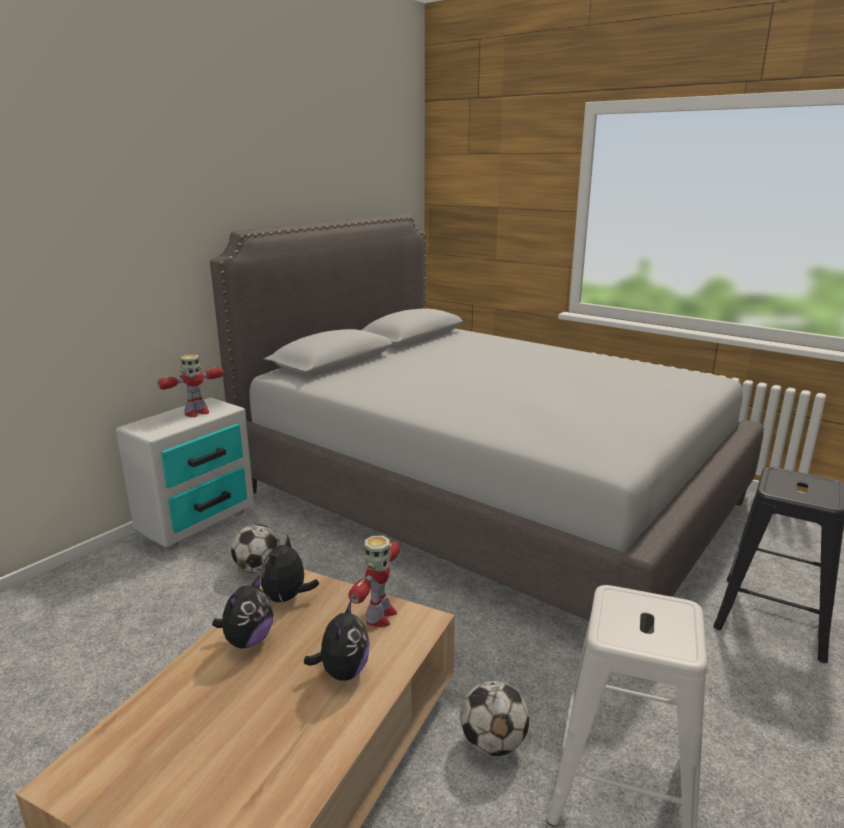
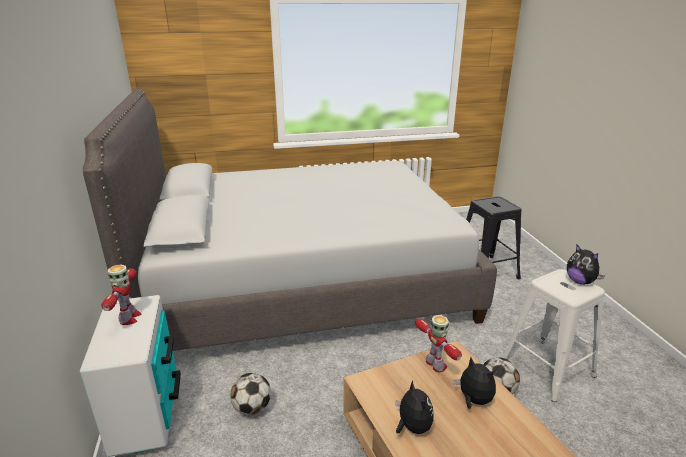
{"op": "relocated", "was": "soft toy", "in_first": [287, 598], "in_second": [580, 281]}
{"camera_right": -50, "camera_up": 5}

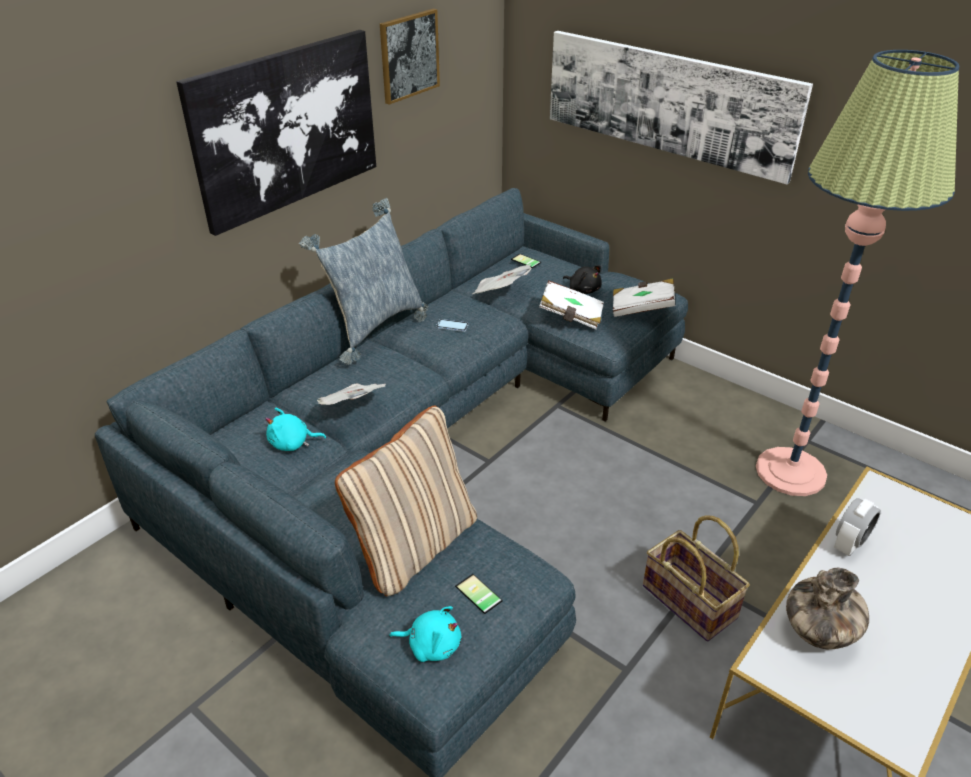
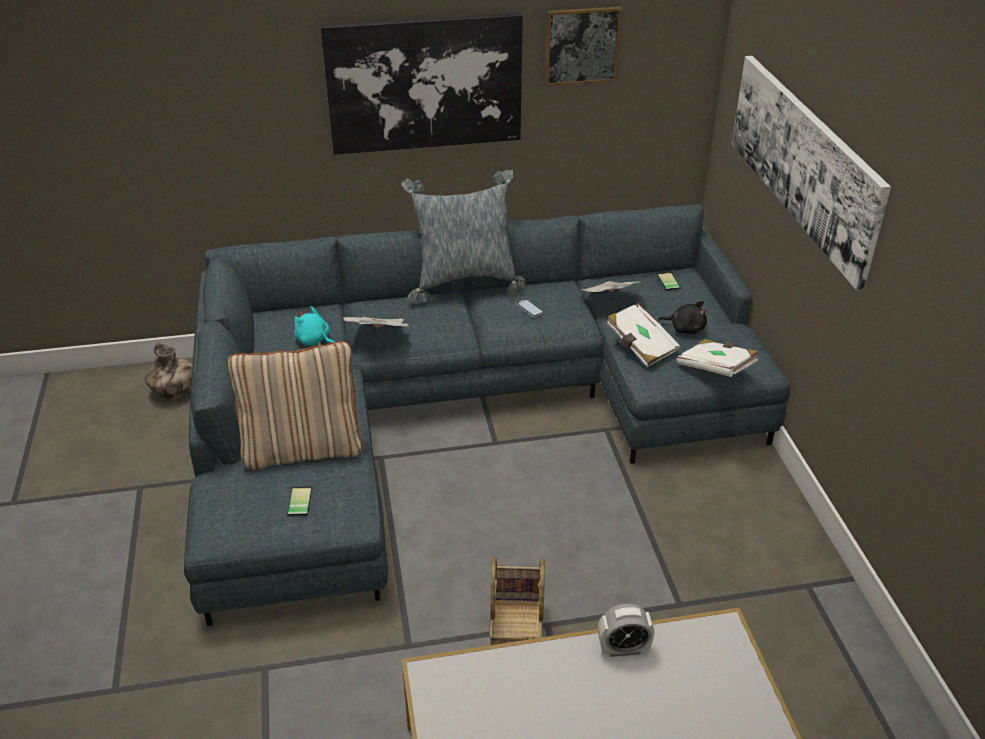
{"op": "missing", "was": "turquoise-coloured soft toy", "in_first": [431, 645]}
{"op": "missing", "was": "standing lamp", "in_first": [790, 472]}
{"op": "relocated", "was": "decorative vase", "in_first": [819, 634], "in_second": [174, 393]}
{"op": "spun", "was": "black soft toy", "in_first": [583, 290], "in_second": [685, 328], "clockwise": -60}
{"camera_right": 40, "camera_up": 0}

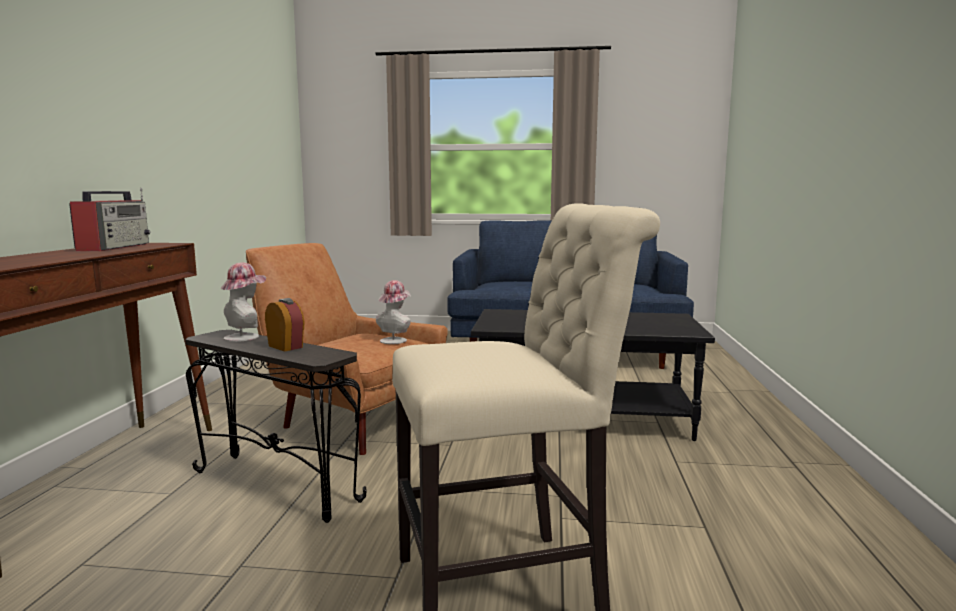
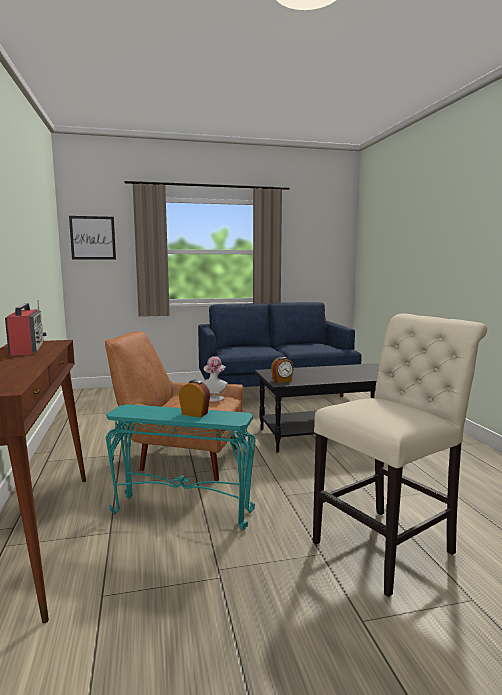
{"op": "missing", "was": "clothing hat", "in_first": [246, 336]}
{"op": "appeared", "now": "wall art", "in_second": [93, 238]}
{"op": "appeared", "now": "bedside clock", "in_second": [282, 381]}
{"op": "colour", "was": "black accent table", "now": "turquoise-coloured accent table", "in_first": [276, 486], "in_second": [182, 513]}
{"camera_right": -20, "camera_up": 0}

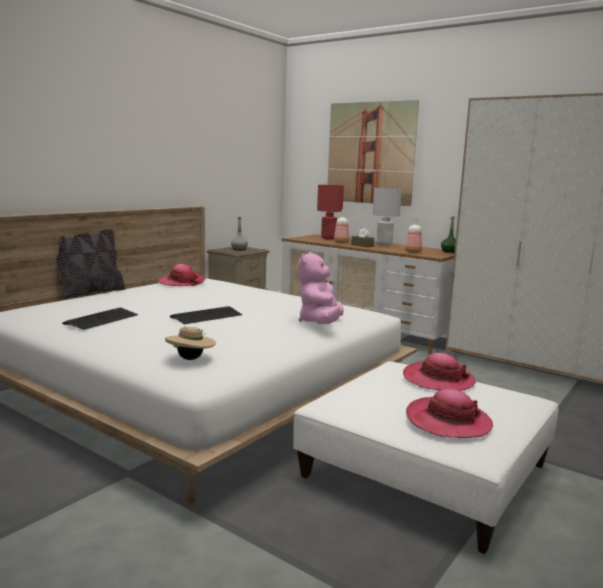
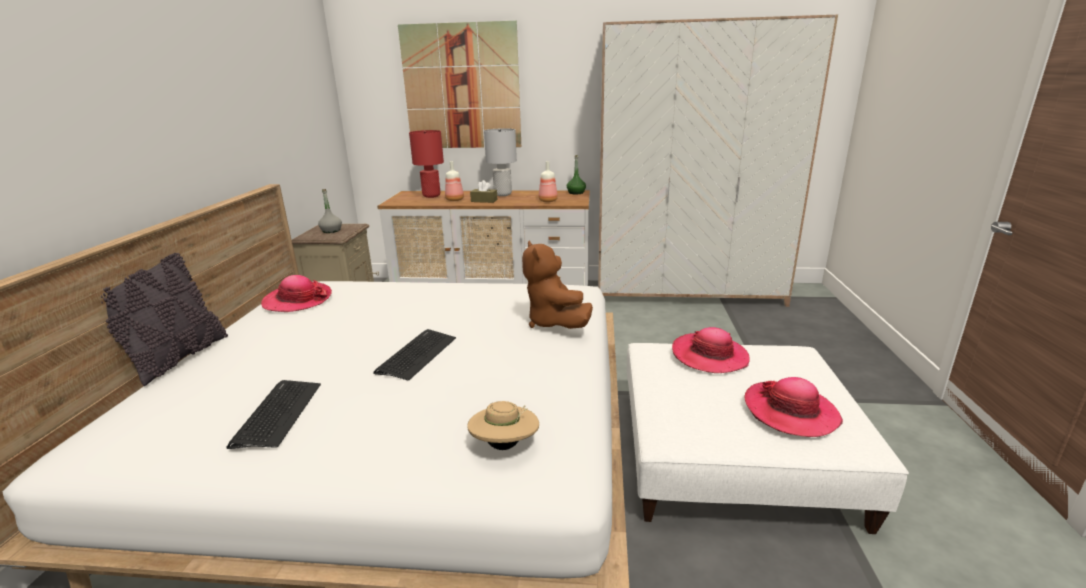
{"op": "colour", "was": "pinkish soft toy", "now": "brownish soft toy", "in_first": [320, 323], "in_second": [554, 323]}
{"camera_right": -30, "camera_up": 10}

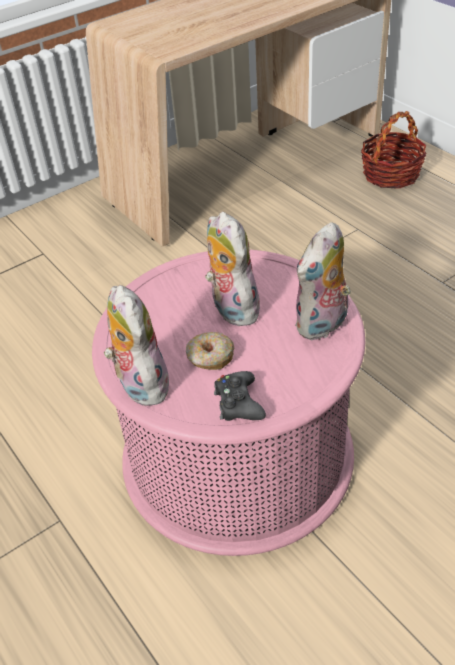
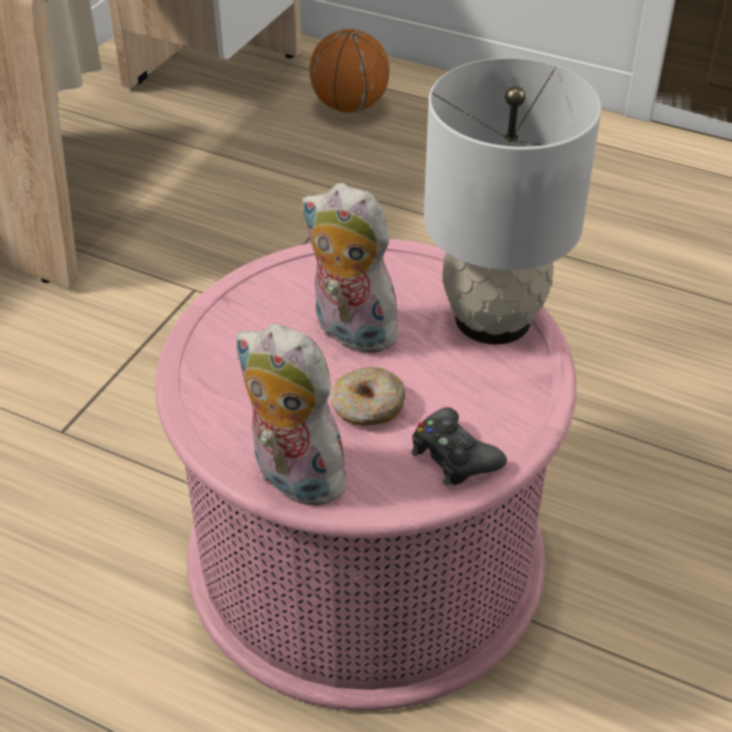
{"op": "exchanged", "was": "soft toy", "now": "white-coloured lamp for a table", "in_first": [323, 325], "in_second": [492, 318]}
{"op": "exchanged", "was": "basket", "now": "basketball", "in_first": [391, 174], "in_second": [350, 106]}
{"camera_right": -30, "camera_up": 0}

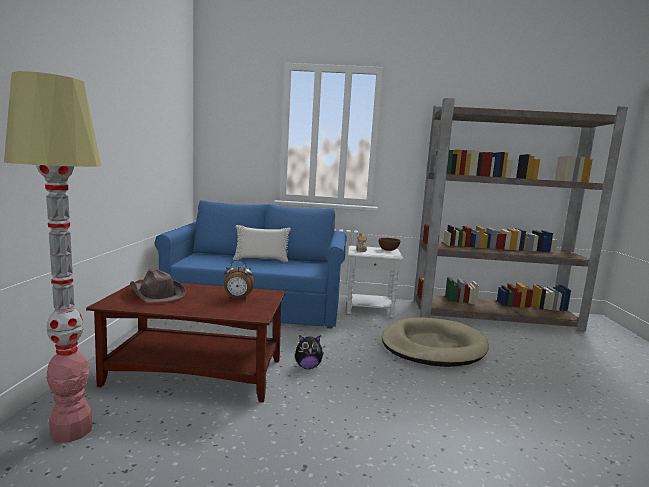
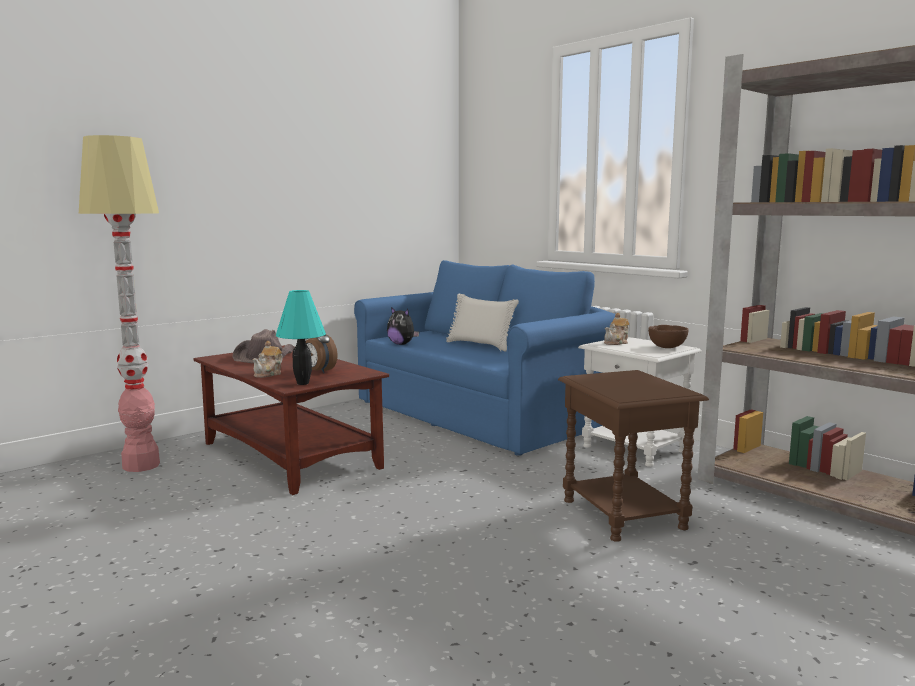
{"op": "appeared", "now": "pot for tea", "in_second": [269, 374]}
{"op": "appeared", "now": "turquoise-coloured lamp for a table", "in_second": [302, 383]}
{"op": "relocated", "was": "soft toy", "in_first": [308, 367], "in_second": [402, 344]}
{"op": "exchanged", "was": "sand-coloured dog bed", "now": "brownish accent table", "in_first": [433, 346], "in_second": [621, 514]}
{"camera_right": 45, "camera_up": 0}

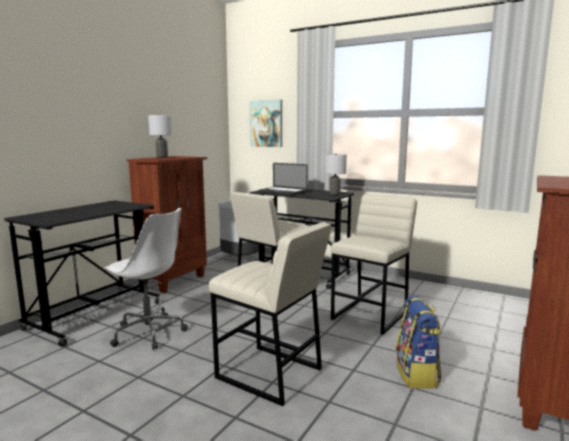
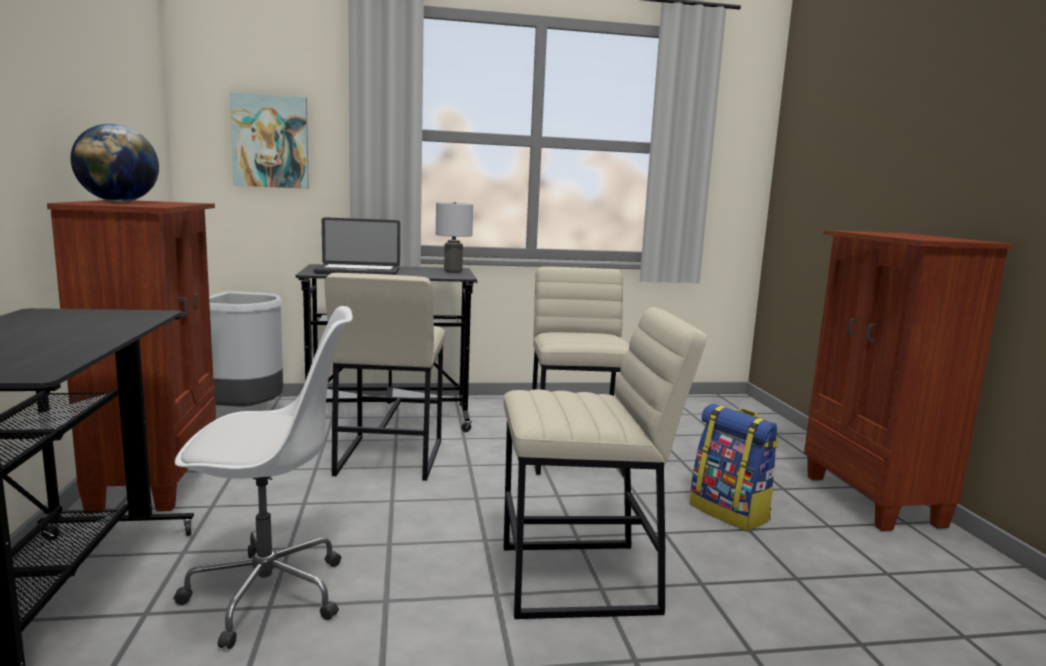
{"op": "exchanged", "was": "white-coloured lamp for a table", "now": "globe", "in_first": [162, 157], "in_second": [119, 202]}
{"camera_right": -40, "camera_up": 0}

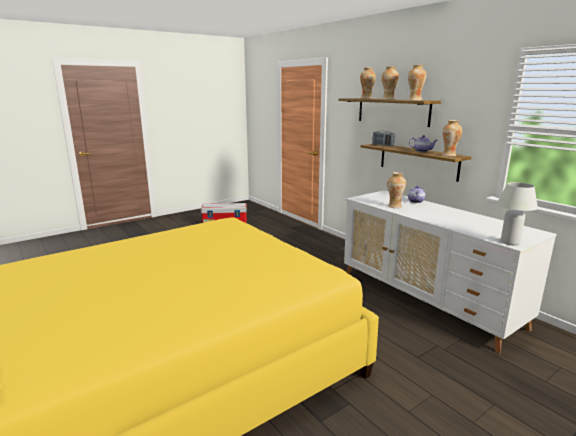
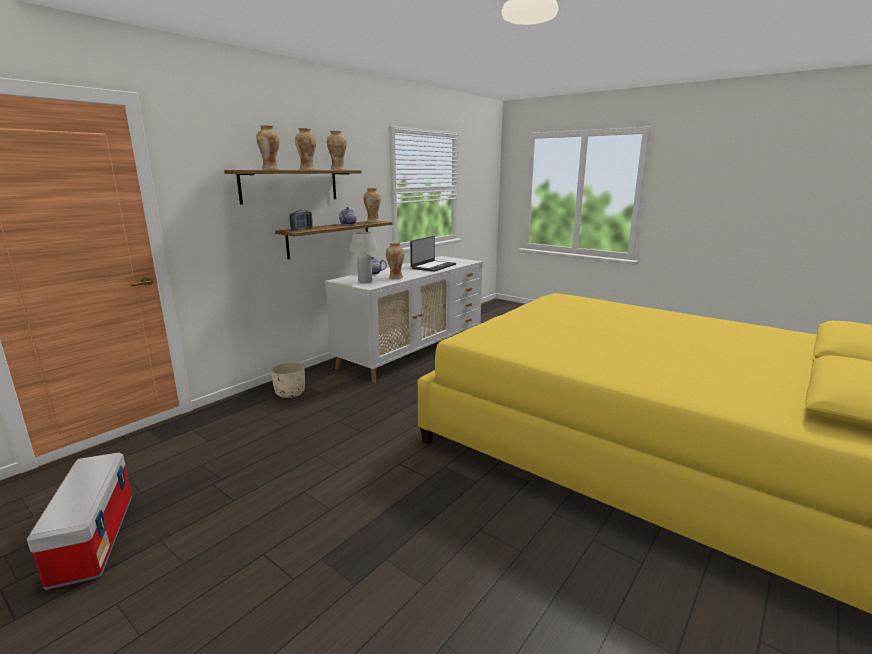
{"op": "appeared", "now": "sand-coloured flower pot", "in_second": [289, 393]}
{"op": "appeared", "now": "laptop", "in_second": [433, 266]}
{"op": "relocated", "was": "white-coloured lamp for a table", "in_first": [510, 242], "in_second": [365, 281]}
{"camera_right": -105, "camera_up": 0}

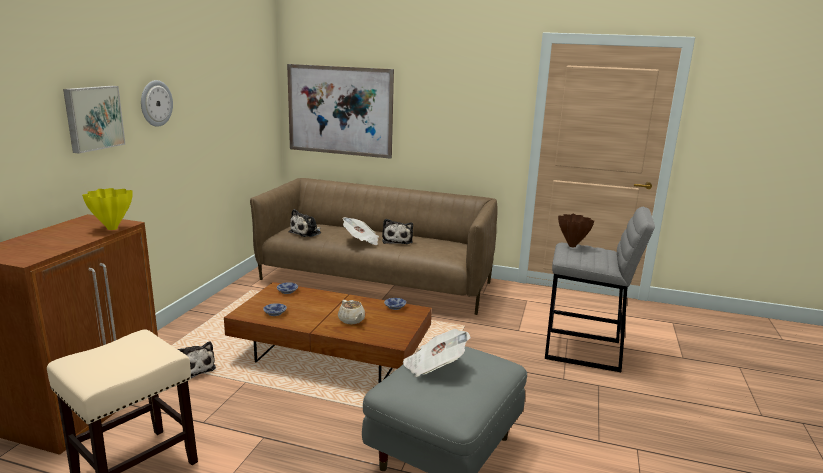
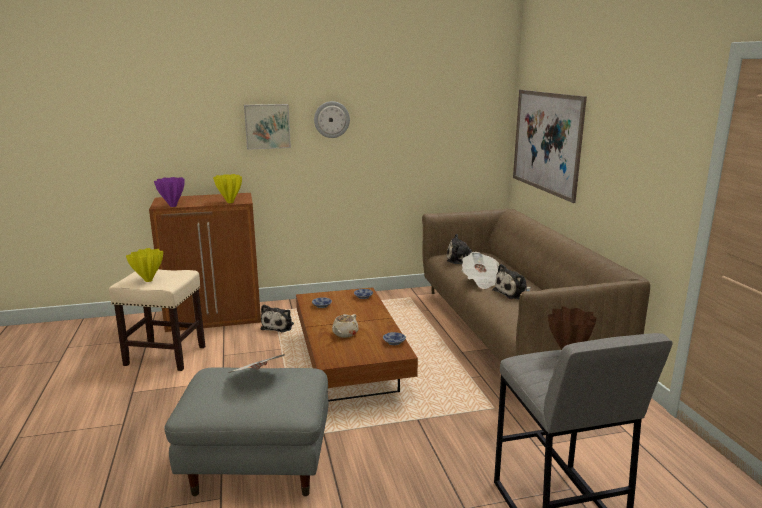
{"op": "appeared", "now": "yellow decorative vase", "in_second": [149, 280]}
{"op": "appeared", "now": "purple decorative vase", "in_second": [173, 206]}
{"camera_right": 60, "camera_up": 0}

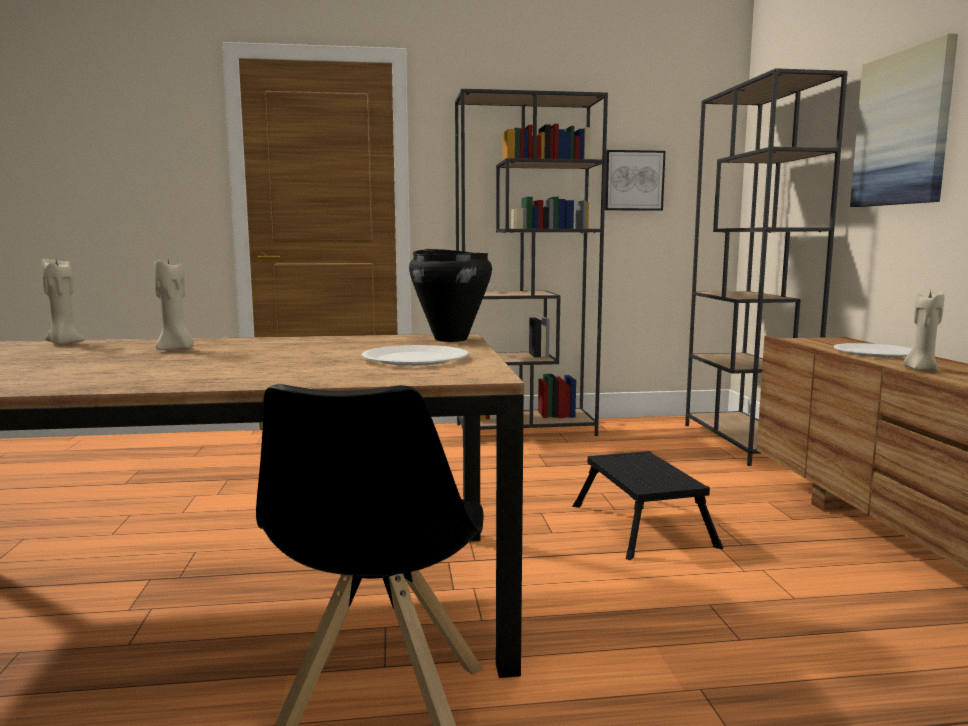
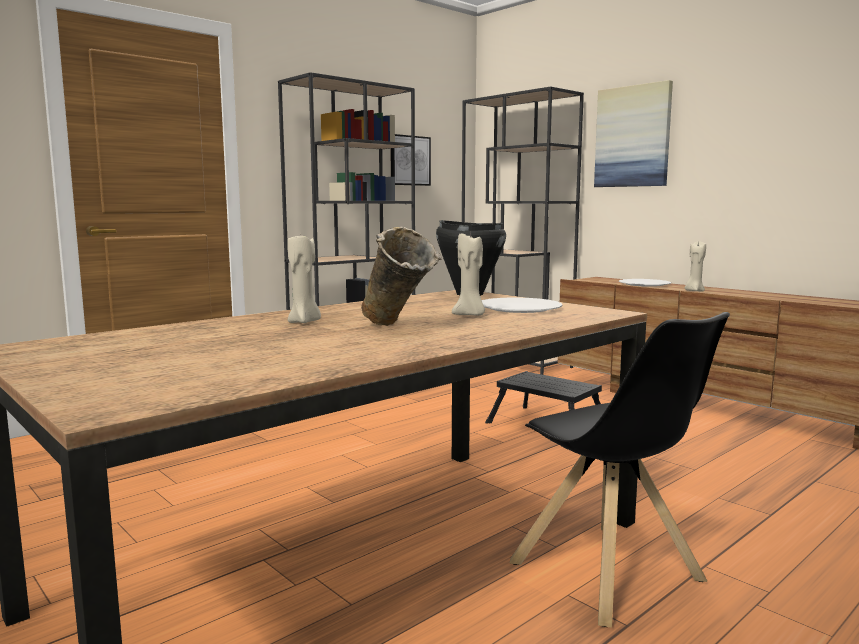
{"op": "appeared", "now": "sand-coloured decorative vase", "in_second": [398, 328]}
{"op": "relocated", "was": "sand-coloured candle", "in_first": [64, 343], "in_second": [470, 315]}
{"camera_right": -35, "camera_up": 0}

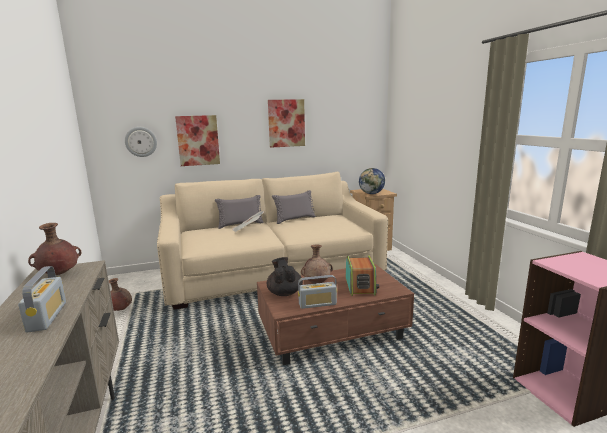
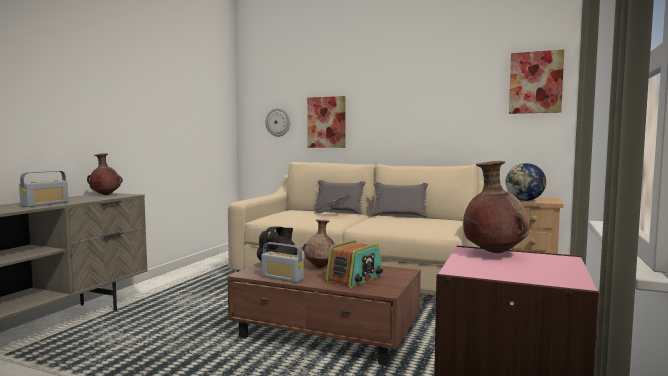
{"op": "relocated", "was": "brownish decorative vase", "in_first": [120, 310], "in_second": [493, 253]}
{"op": "relocated", "was": "wall art", "in_first": [286, 123], "in_second": [535, 82]}
{"camera_right": 40, "camera_up": -10}

